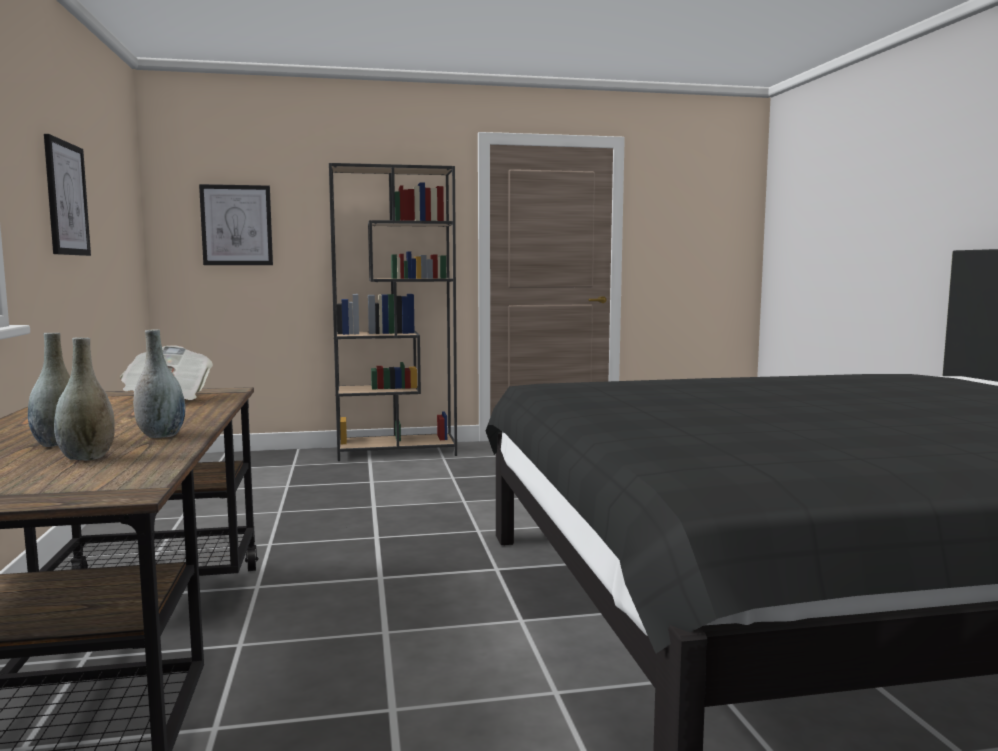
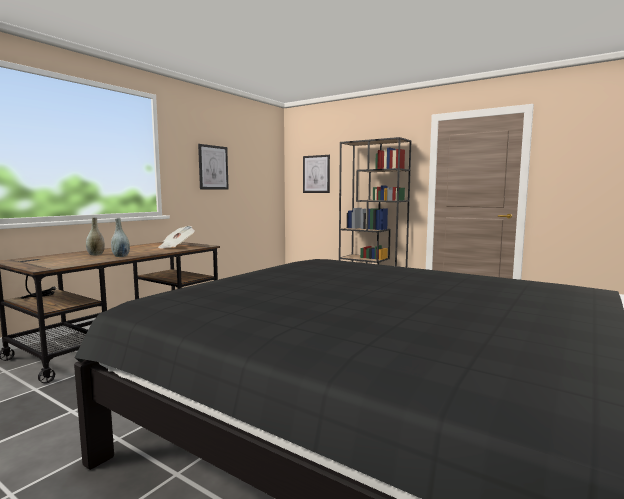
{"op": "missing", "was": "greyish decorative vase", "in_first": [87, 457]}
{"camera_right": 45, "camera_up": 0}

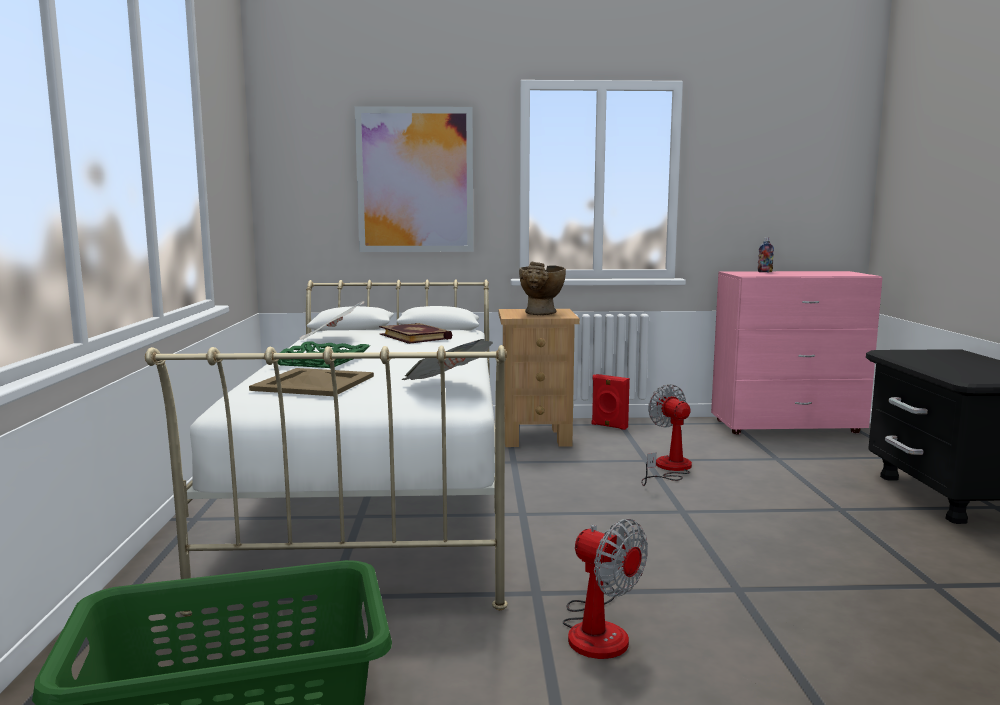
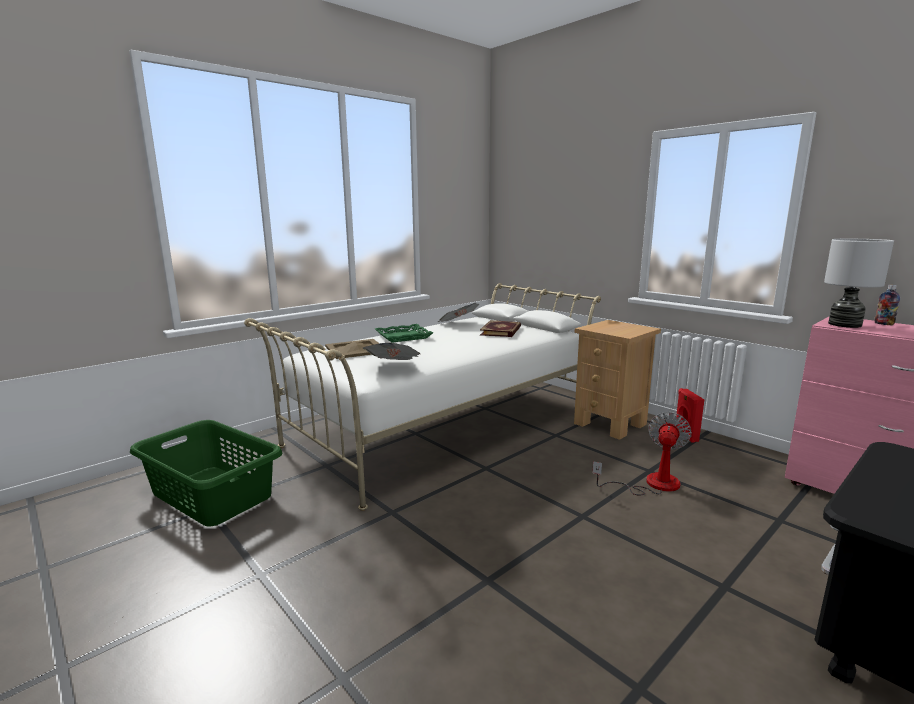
{"op": "missing", "was": "wall art", "in_first": [415, 180]}
{"op": "missing", "was": "sand-coloured decorative vase", "in_first": [540, 314]}
{"op": "missing", "was": "cooling fan", "in_first": [597, 628]}
{"op": "appeared", "now": "greyish lamp for a table", "in_second": [844, 324]}
{"camera_right": 50, "camera_up": 5}

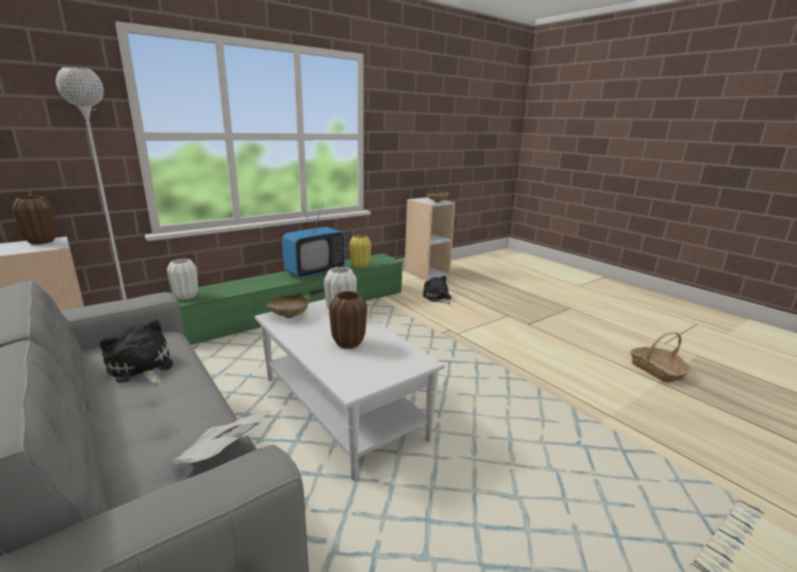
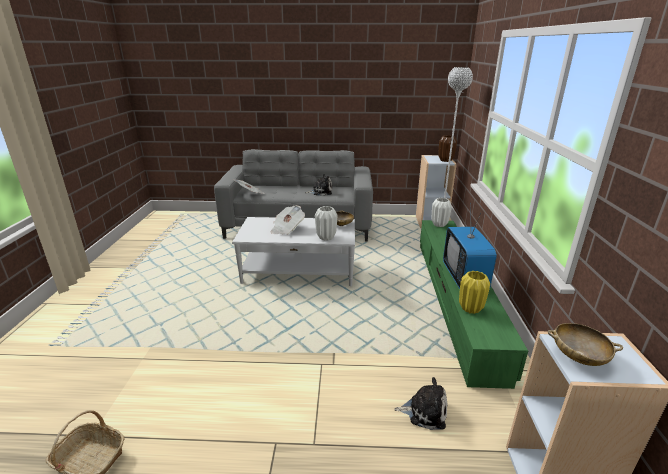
{"op": "exchanged", "was": "brownish decorative vase", "now": "newspaper", "in_first": [349, 343], "in_second": [287, 229]}
{"camera_right": 130, "camera_up": 5}

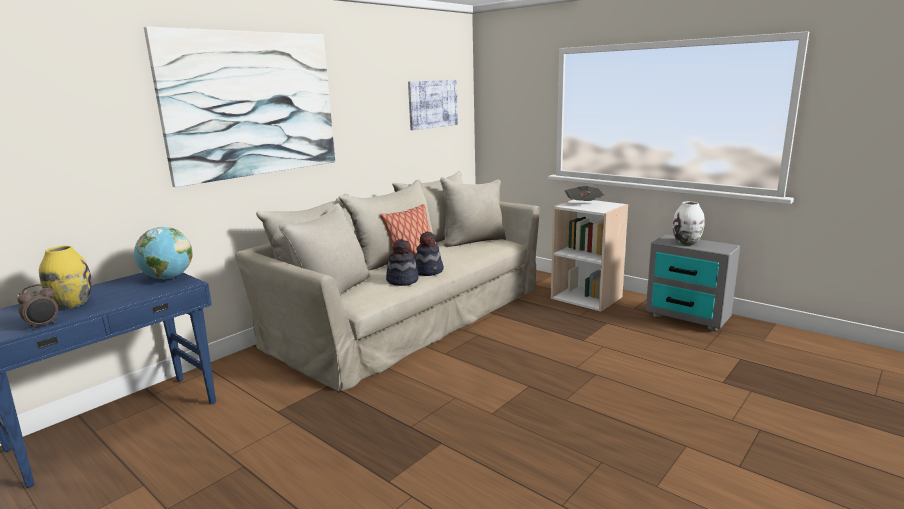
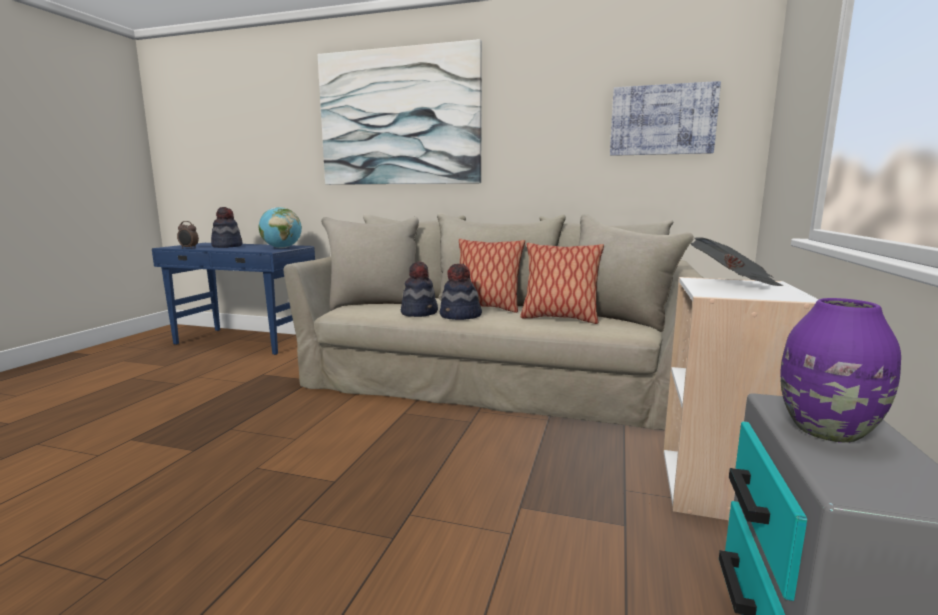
{"op": "appeared", "now": "cushion", "in_second": [559, 318]}
{"op": "exchanged", "was": "yellow decorative vase", "now": "clothing hat", "in_first": [72, 304], "in_second": [227, 246]}
{"op": "colour", "was": "white-coloured decorative vase", "now": "purple decorative vase", "in_first": [686, 243], "in_second": [828, 431]}
{"camera_right": 65, "camera_up": -5}

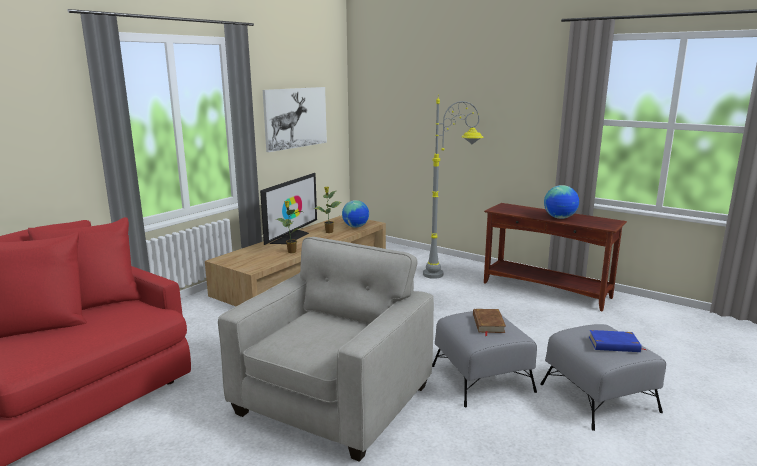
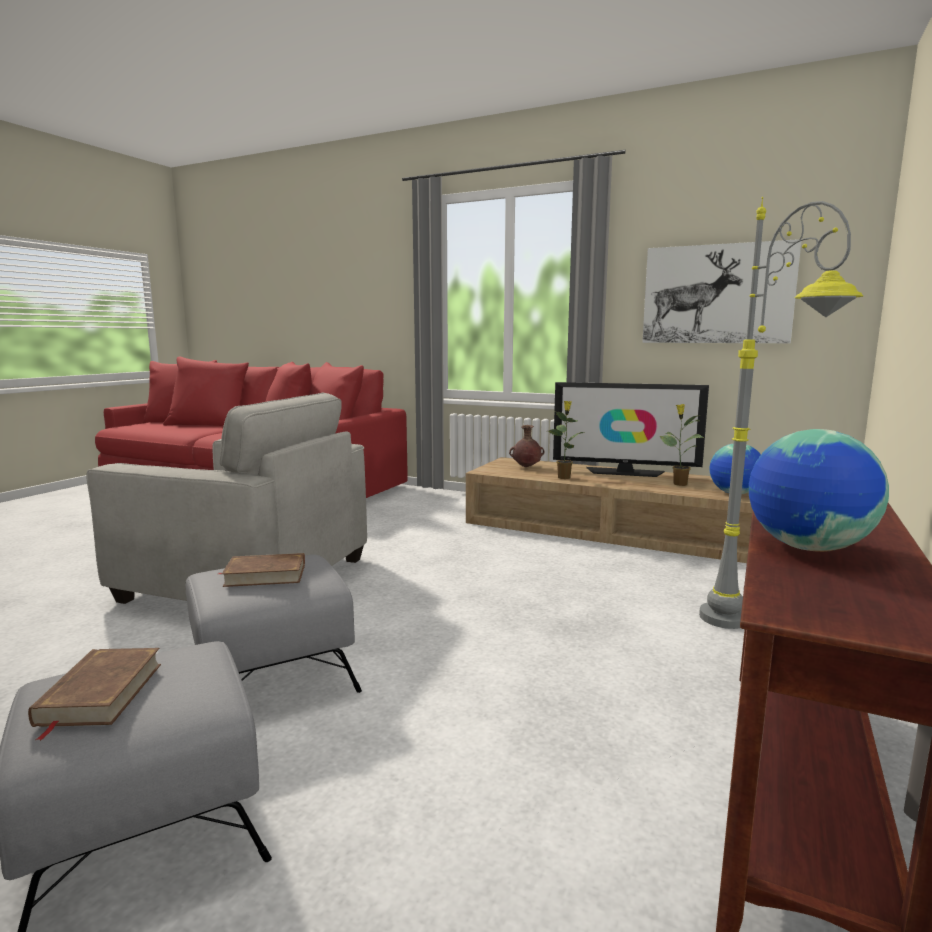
{"op": "appeared", "now": "brownish decorative vase", "in_second": [526, 467]}
{"op": "colour", "was": "bluish volume", "now": "brownish volume", "in_first": [614, 344], "in_second": [100, 693]}
{"camera_right": 80, "camera_up": -5}

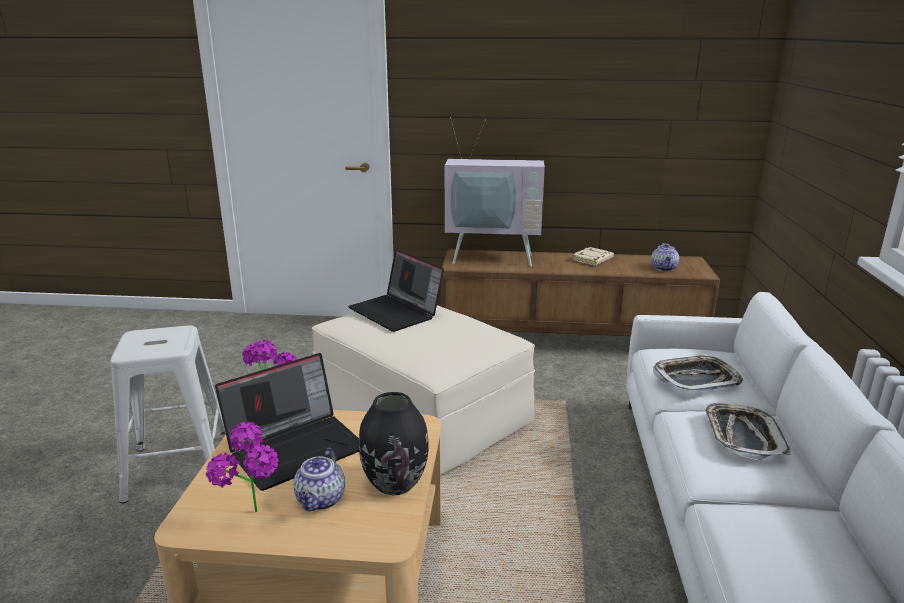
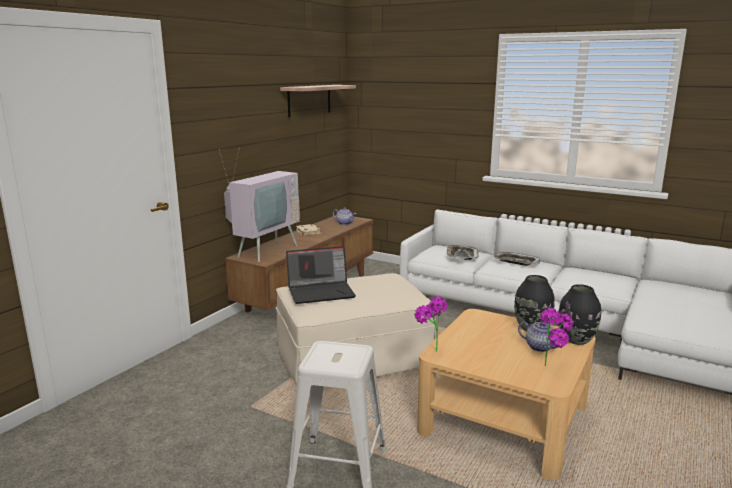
{"op": "missing", "was": "laptop", "in_first": [297, 447]}
{"op": "appeared", "now": "wall shelf", "in_second": [309, 100]}
{"op": "appeared", "now": "black decorative vase", "in_second": [576, 340]}
{"camera_right": -65, "camera_up": -5}

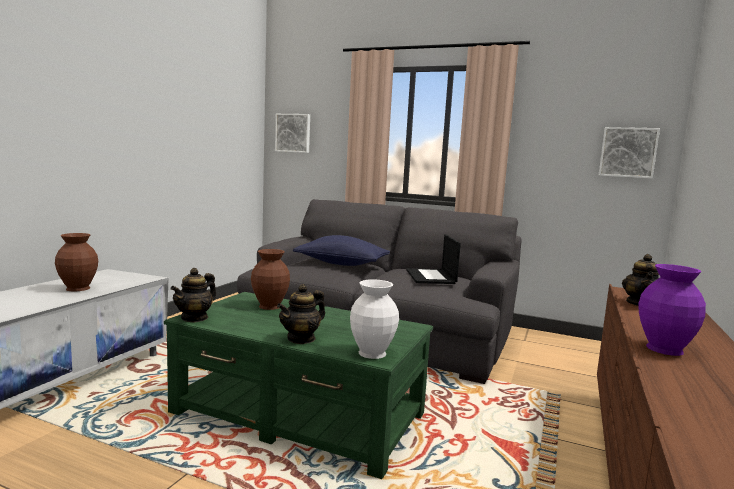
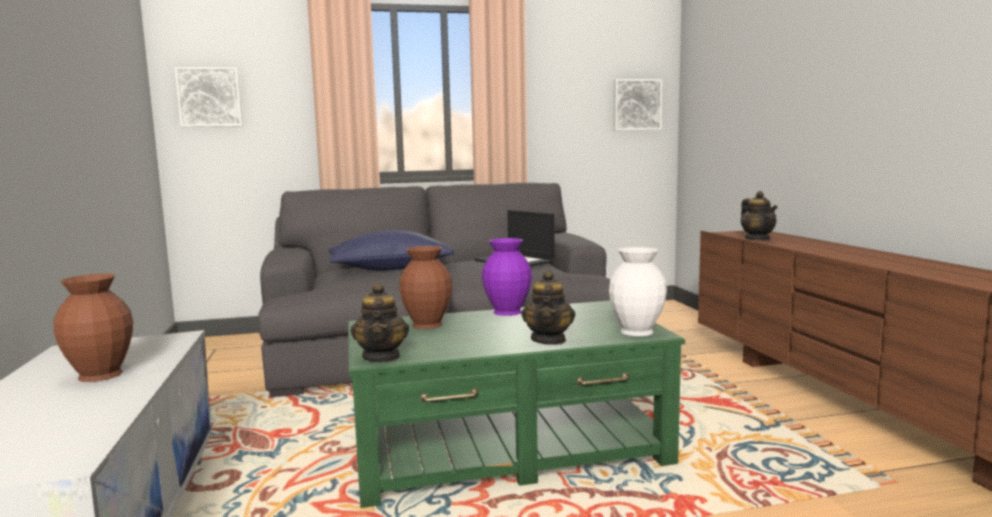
{"op": "relocated", "was": "purple decorative vase", "in_first": [665, 349], "in_second": [508, 312]}
{"camera_right": -35, "camera_up": 0}

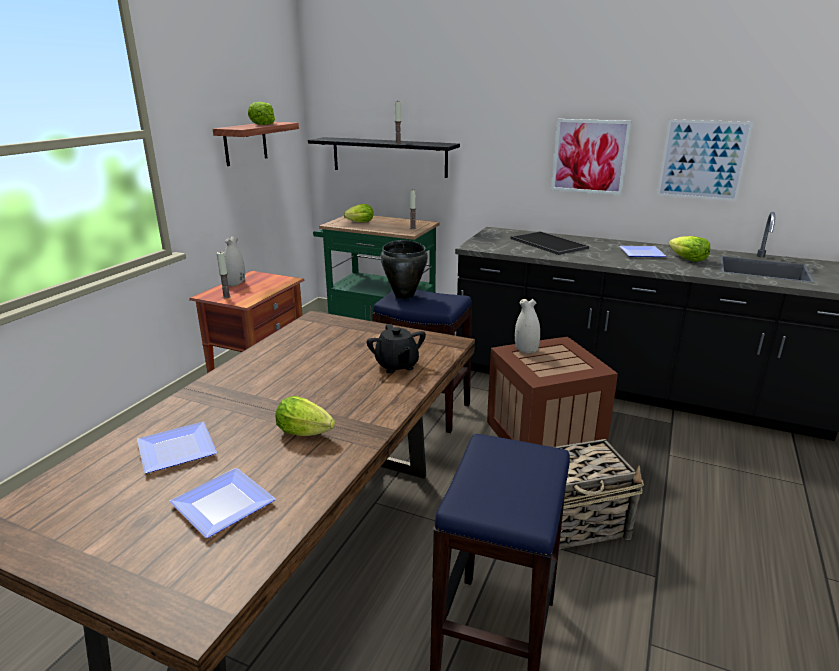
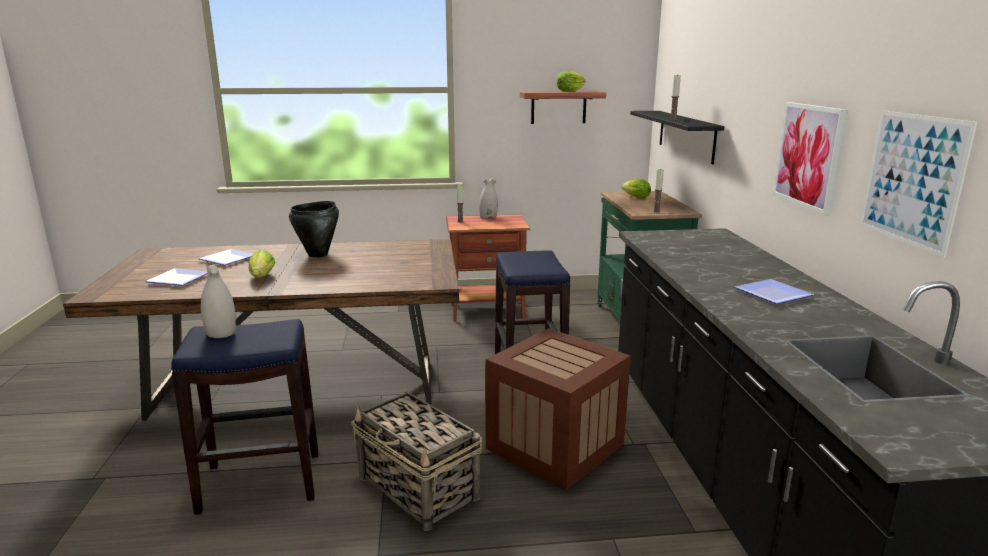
{"op": "missing", "was": "black pot for tea", "in_first": [396, 365]}
{"op": "missing", "was": "serving tray", "in_first": [547, 243]}
{"op": "missing", "was": "head of lettuce", "in_first": [688, 259]}
{"op": "relocated", "was": "black cooking pot", "in_first": [404, 295], "in_second": [318, 254]}
{"op": "relocated", "was": "white-coloured decorative vase", "in_first": [526, 349], "in_second": [221, 332]}
{"camera_right": 60, "camera_up": -5}

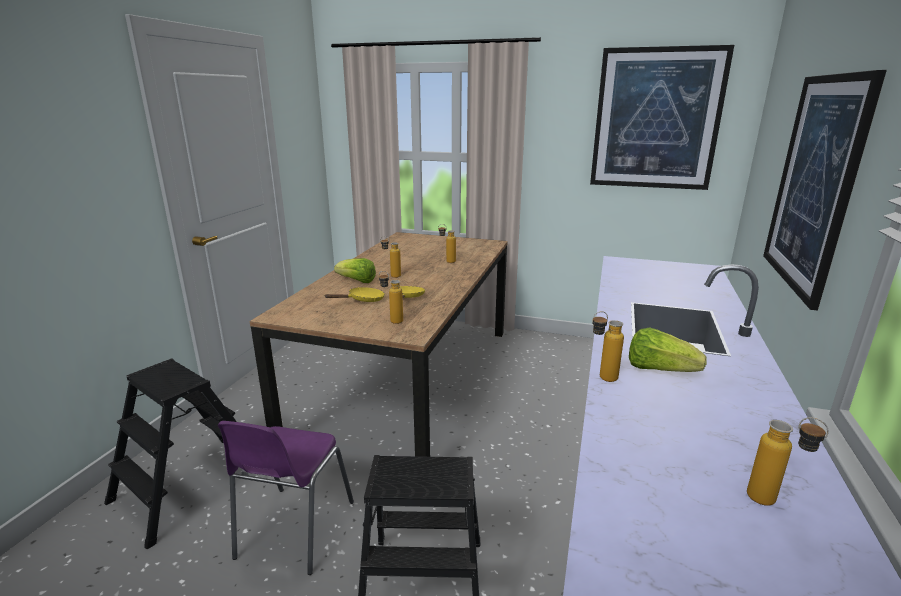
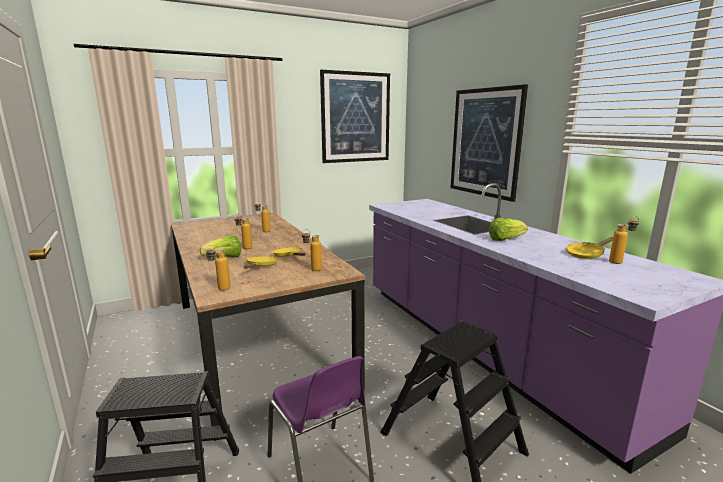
{"op": "appeared", "now": "yellow frying pan", "in_second": [587, 254]}
{"op": "relocated", "was": "bottle", "in_first": [601, 378], "in_second": [220, 290]}
{"camera_right": -45, "camera_up": -5}

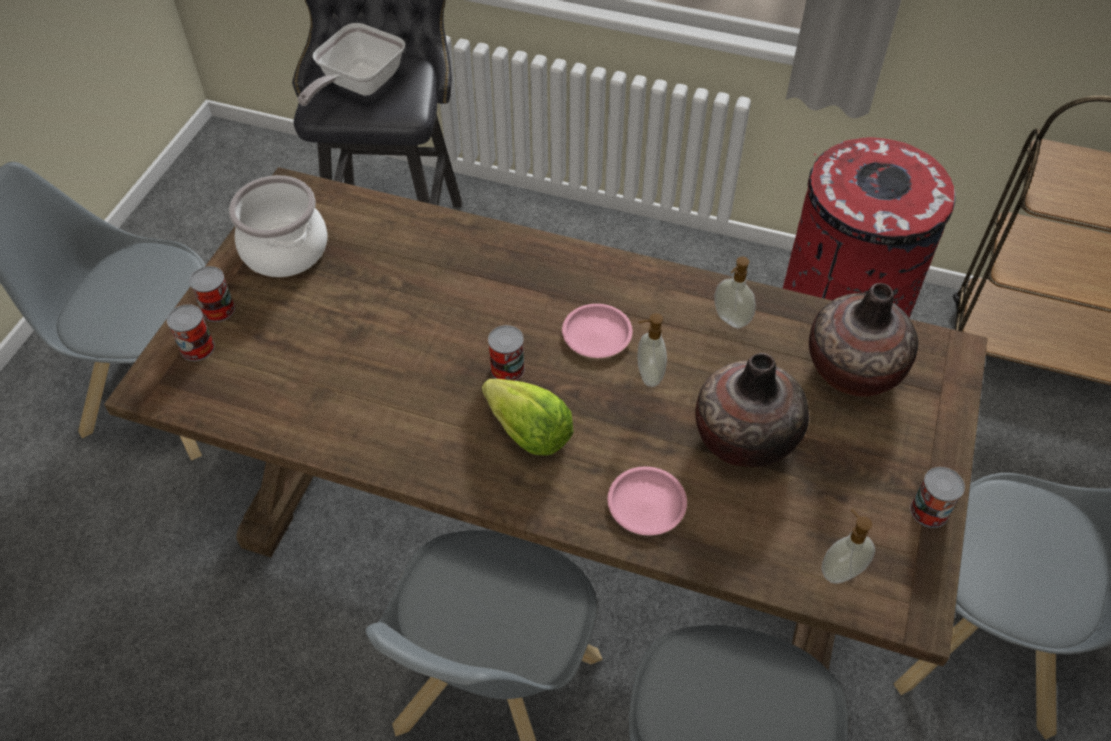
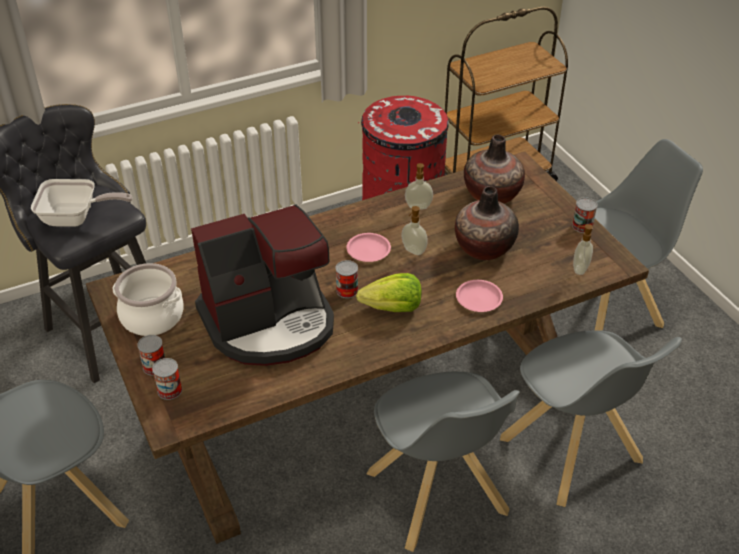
{"op": "appeared", "now": "coffee machine", "in_second": [270, 323]}
{"op": "spun", "was": "frying pan", "in_first": [357, 86], "in_second": [76, 218], "clockwise": -75}
{"camera_right": -45, "camera_up": -10}

